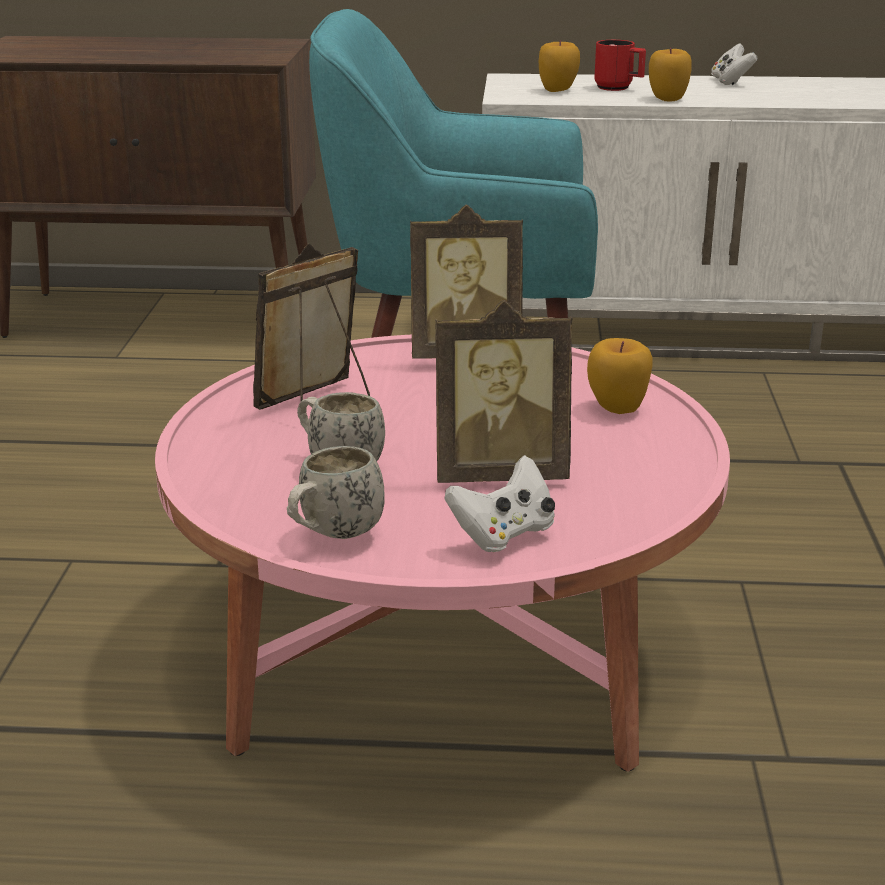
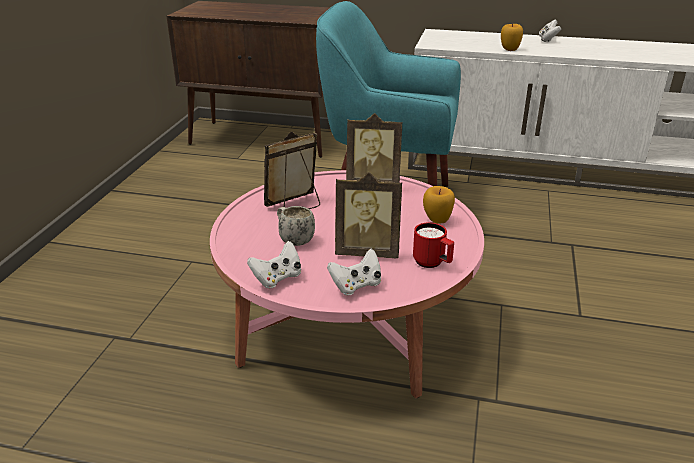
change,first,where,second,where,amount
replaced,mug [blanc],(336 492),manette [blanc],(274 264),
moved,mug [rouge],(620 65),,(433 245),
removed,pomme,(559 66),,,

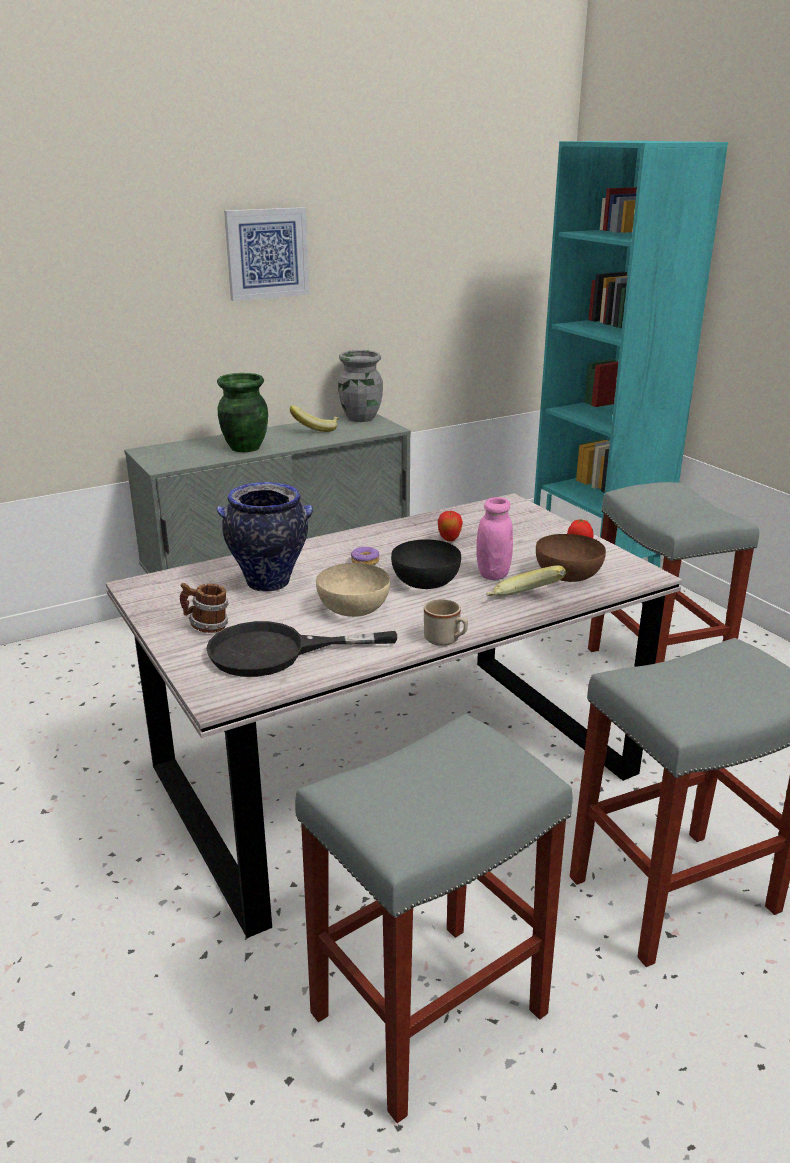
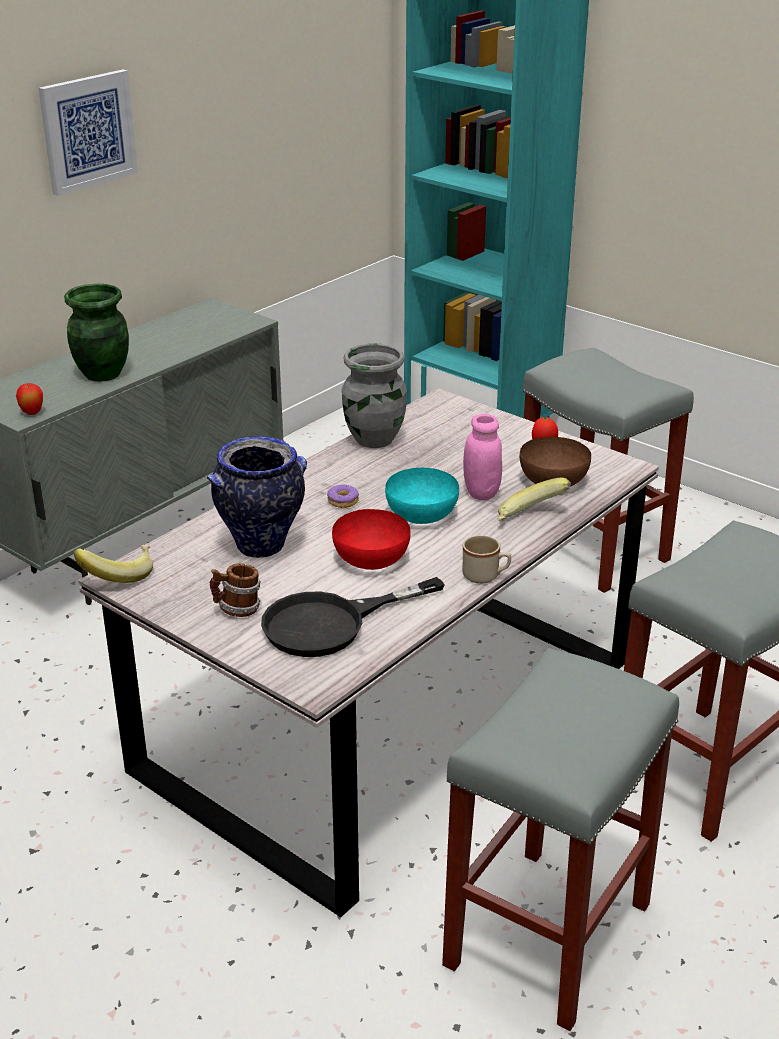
change,first,where,second,where,amount
moved,pomme,(450 525),,(29 399),
moved,banane,(314 418),,(113 564),
recoloured,bol [beige],(353 590),bol [rouge],(371 539),
moved,vase [gris],(360 386),,(374 395),
recoloured,bol [noir],(426 564),bol [turquoise],(422 496),

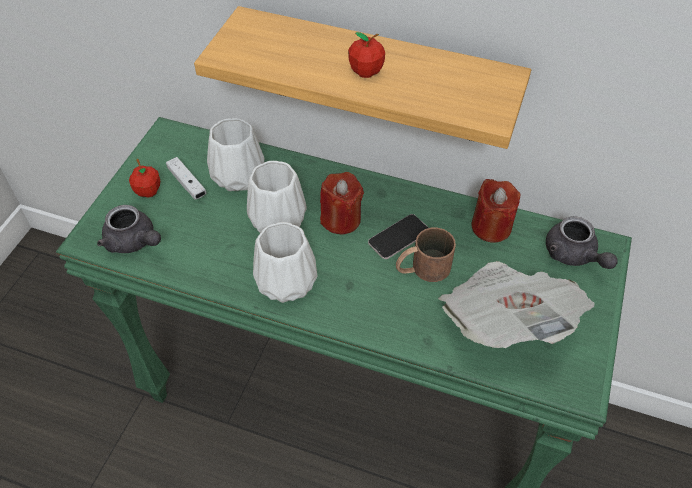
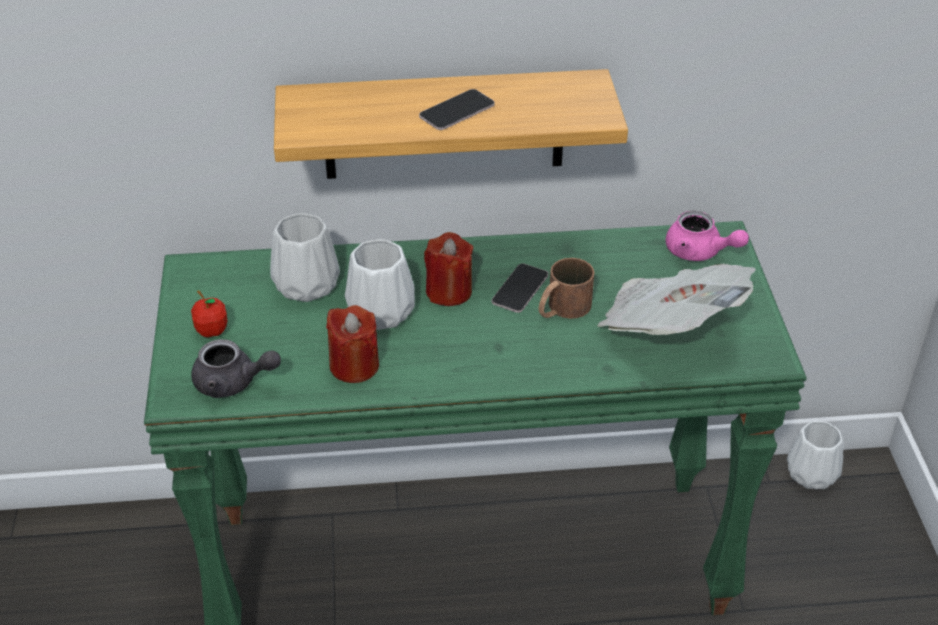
change,first,where,second,where,amount
moved,bougie [rouge],(495 211),,(352 344),
replaced,pomme,(366 55),téléphone,(457 109),
recoloured,théière [gris],(582 242),théière [rose],(707 236),
moved,vase [blanc],(285 262),,(815 455),
removed,manette [blanc],(186 178),,,

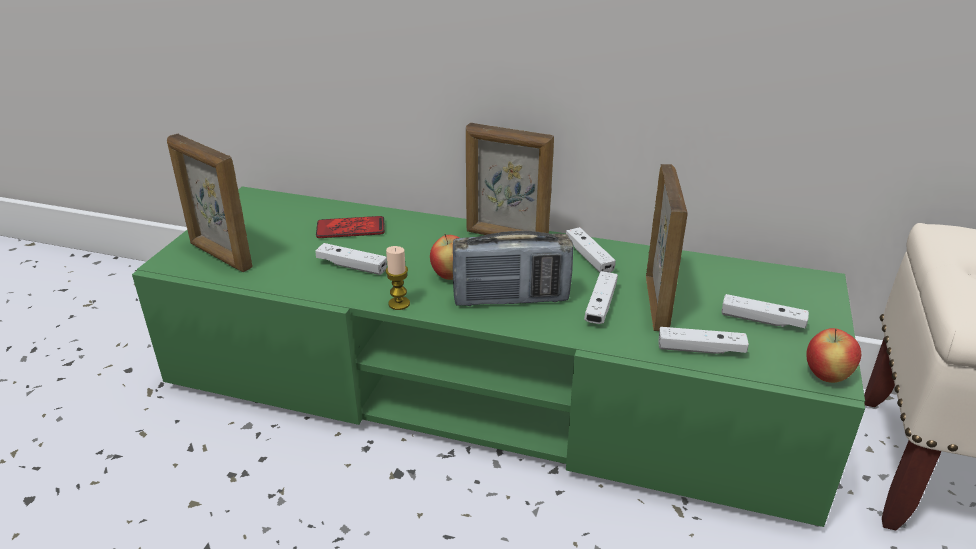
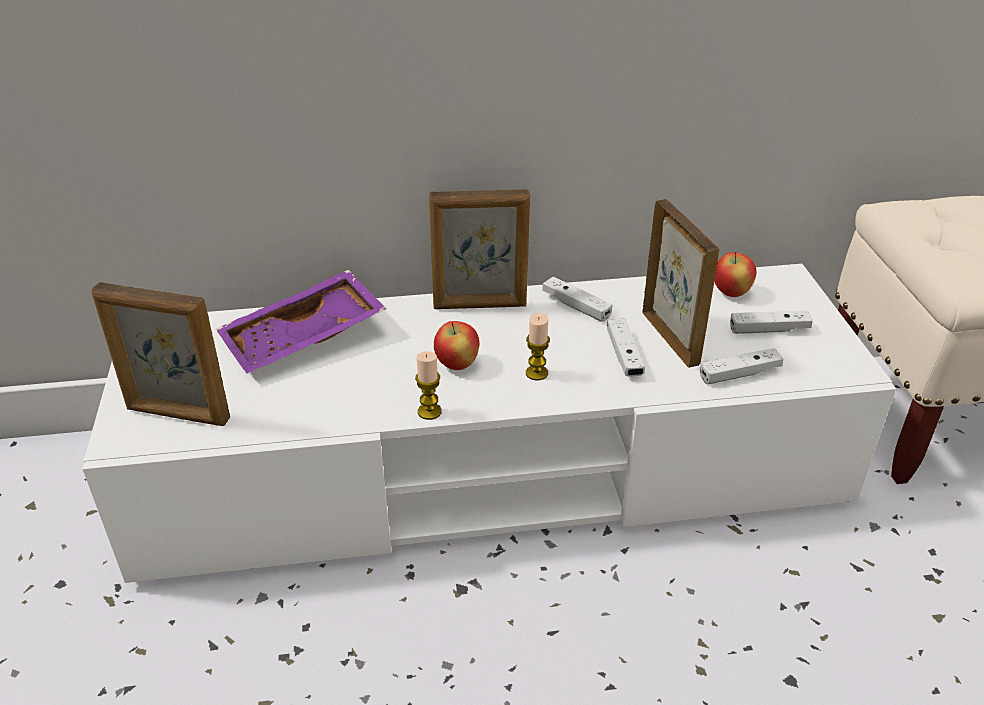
change,first,where,second,where,amount
recoloured,meuble télé [vert],(498 356),meuble télé [blanc],(489 423),
replaced,téléphone,(350 227),plateau [violet],(301 321),
replaced,radio,(513 268),bougie,(538 346),
moved,pomme,(833 355),,(735 274),
removed,manette [blanc],(351 259),,,

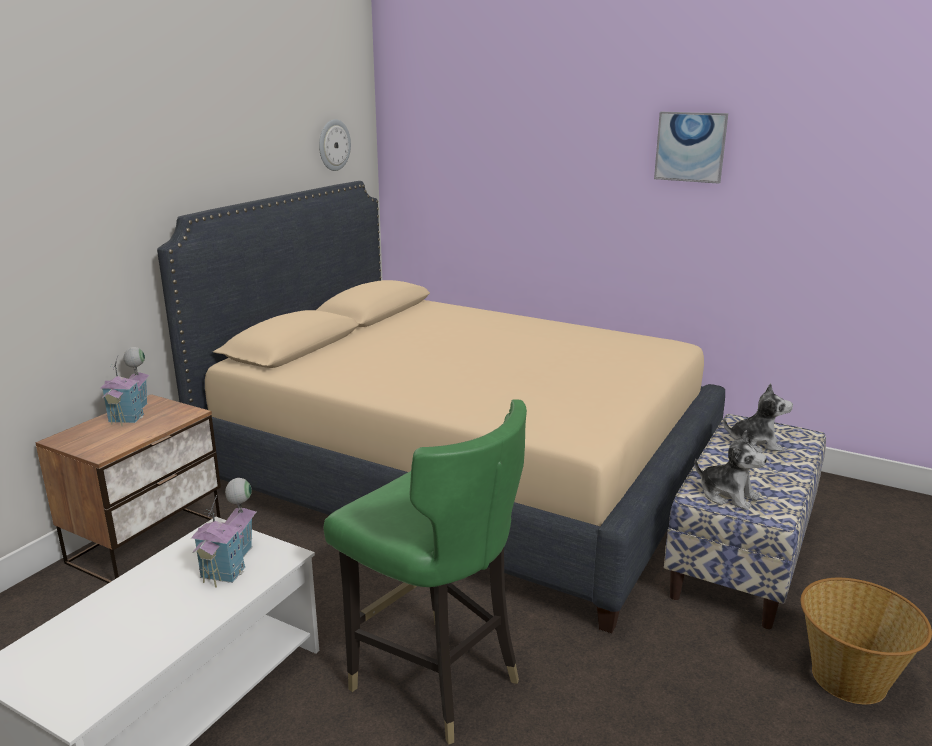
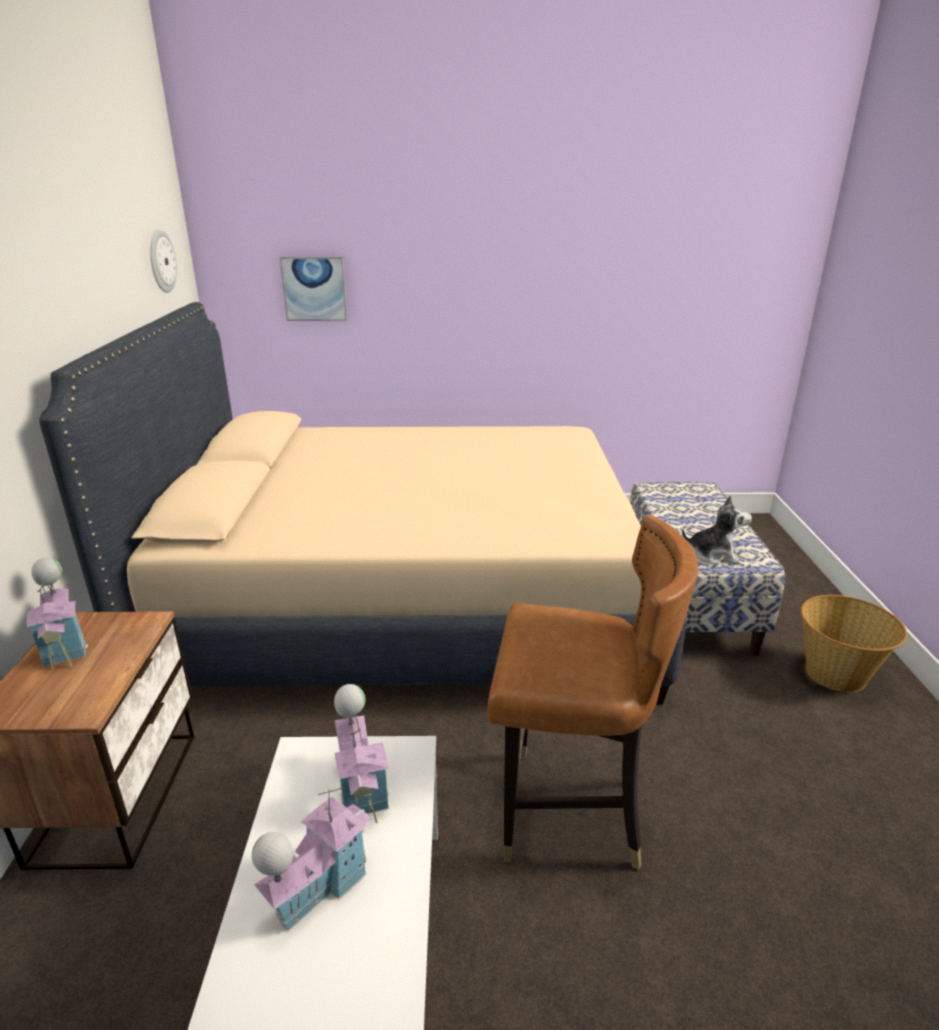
change,first,where,second,where,amount
added,,,maison miniature,(312 859),
moved,tableau,(691 148),,(314 289),
recoloured,chaise [vert],(425 572),chaise [marron],(592 692),
removed,peluche,(758 418),,,

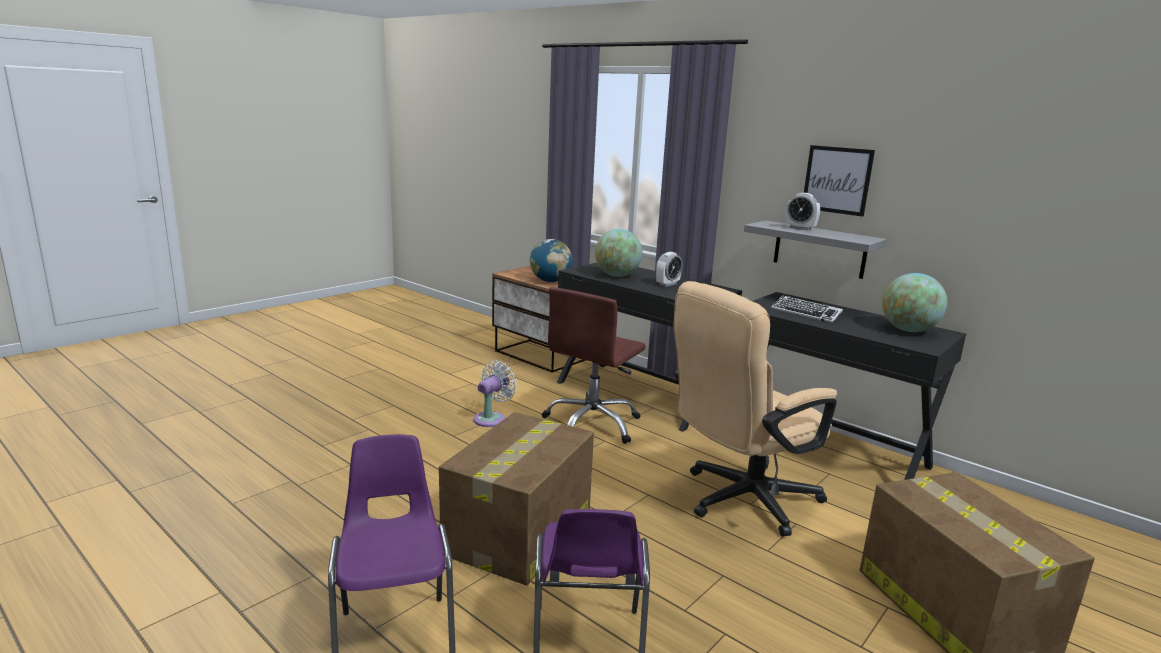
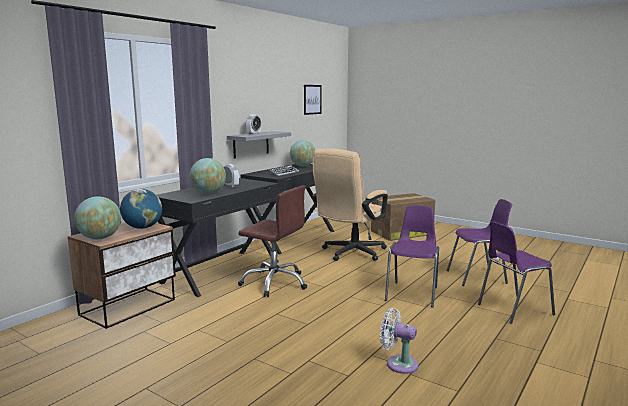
change,first,where,second,where,amount
added,,,globe,(97 217),
moved,tableau,(839 181),,(313 100),
turned,chaise de bureau [beige],(755 409),,(350 204),75 degrees clockwise
moved,ventilateur [blanc],(495 394),,(399 341),
replaced,carton,(516 498),chaise [violet],(412 256),

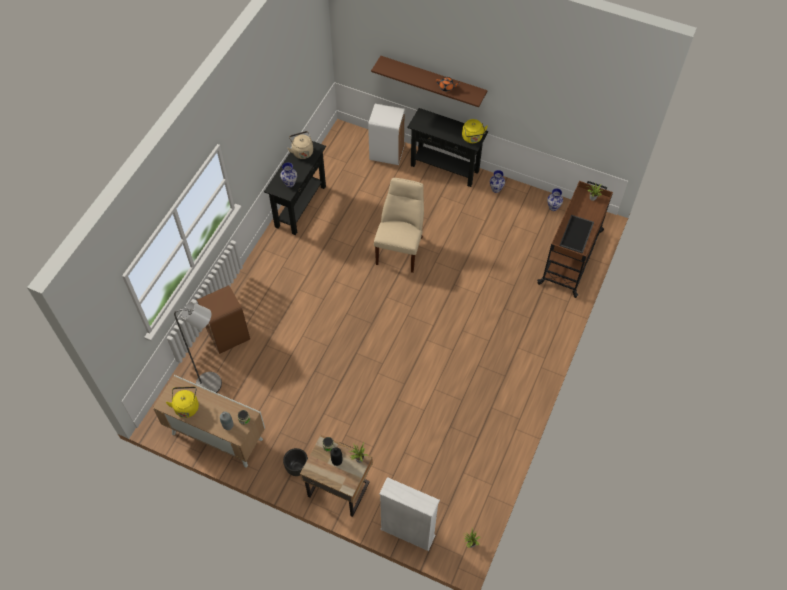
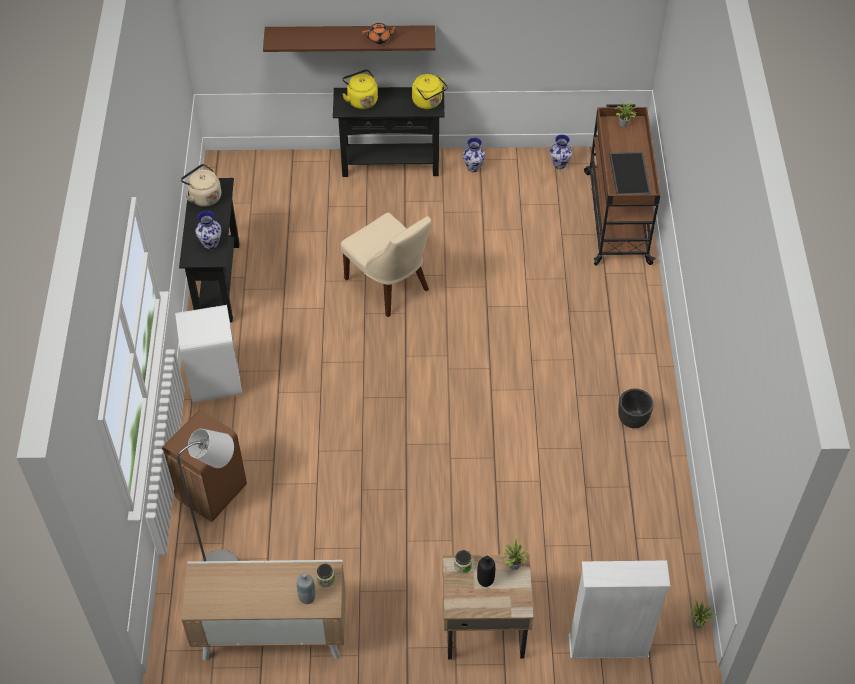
change,first,where,second,where,amount
moved,poubelle [blanc],(386 134),,(208 354),
turned,chaise [beige],(399 225),,(386 264),150 degrees clockwise
moved,bouilloire [jaune],(182 402),,(360 89),
moved,cache-pot [noir],(295 462),,(636 408),

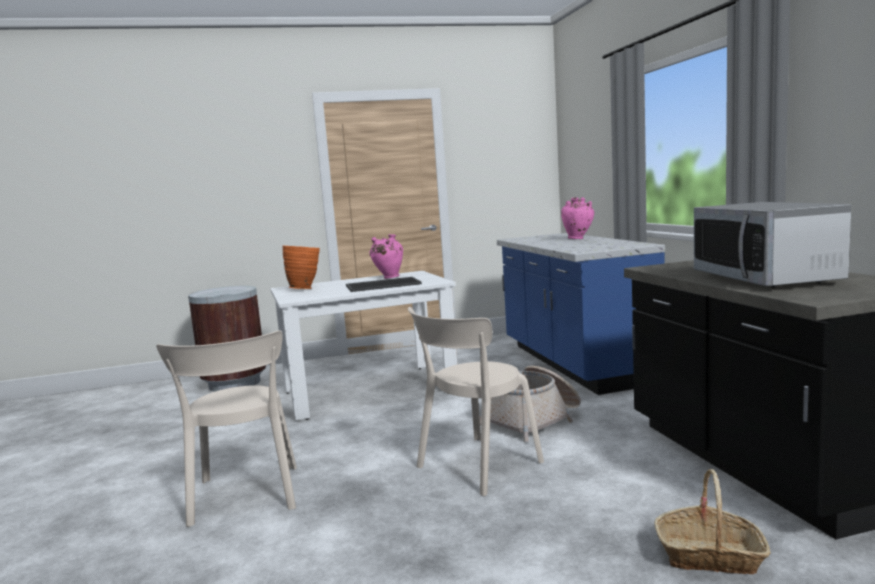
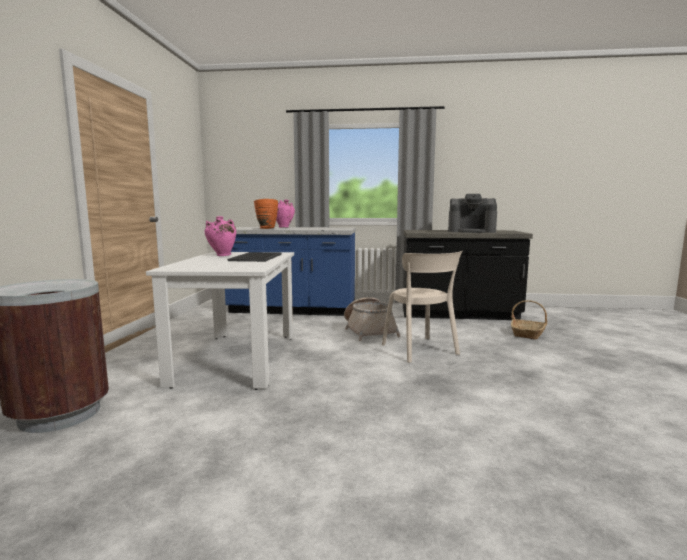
change,first,where,second,where,amount
moved,vase [orange],(301 267),,(266 214),
replaced,micro-ondes,(772 245),machine à café,(472 213),
removed,chaise [beige],(226 429),,,

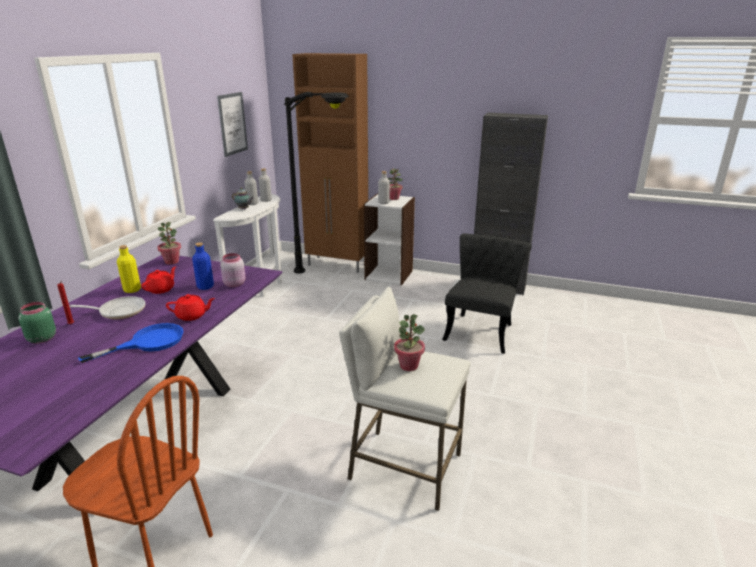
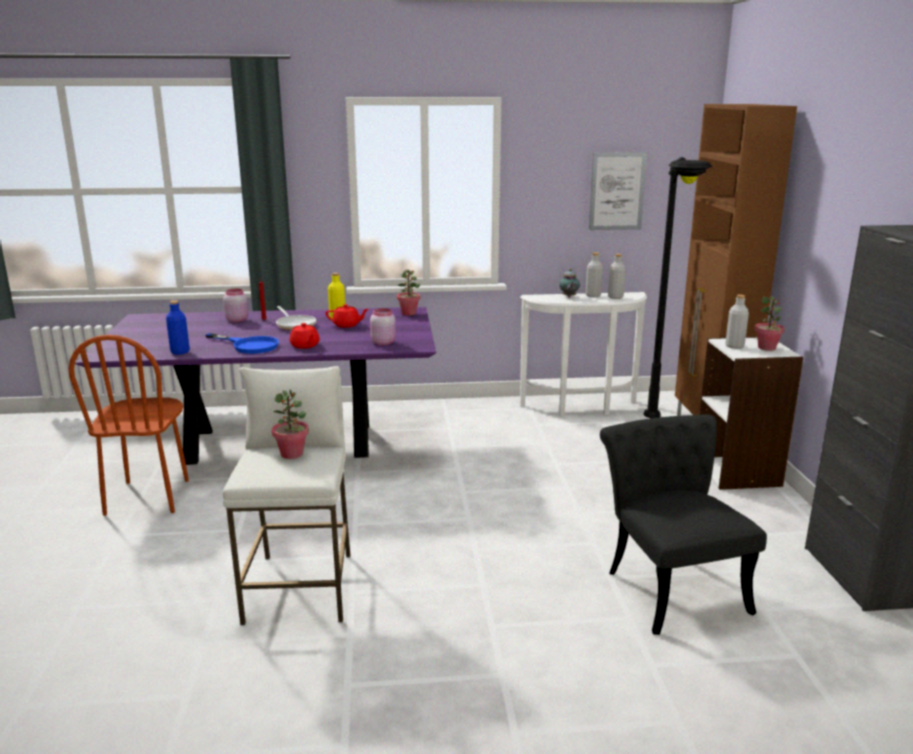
change,first,where,second,where,amount
moved,bouteille [bleu],(203 266),,(178 327),
recoloured,bocal [vert],(37 323),bocal [rose],(235 305),
turned,chaise [noir],(487 294),,(683 525),105 degrees counterclockwise

